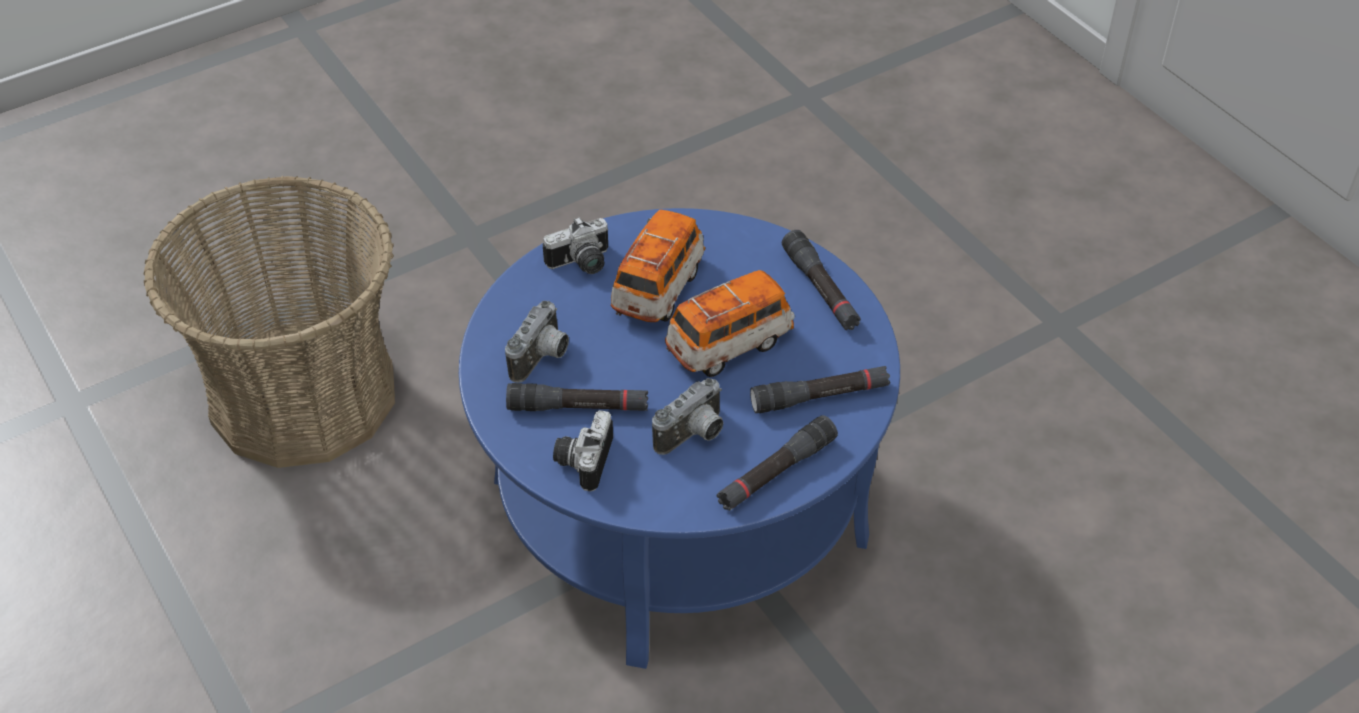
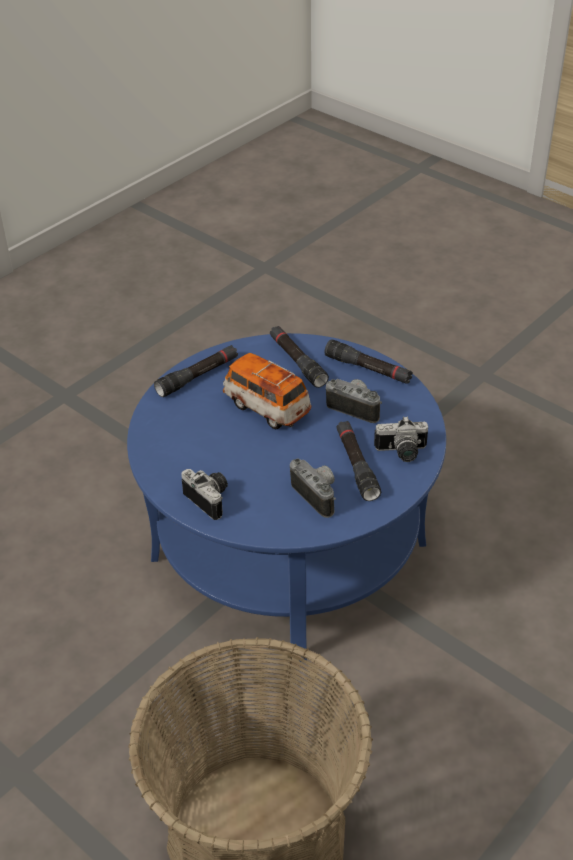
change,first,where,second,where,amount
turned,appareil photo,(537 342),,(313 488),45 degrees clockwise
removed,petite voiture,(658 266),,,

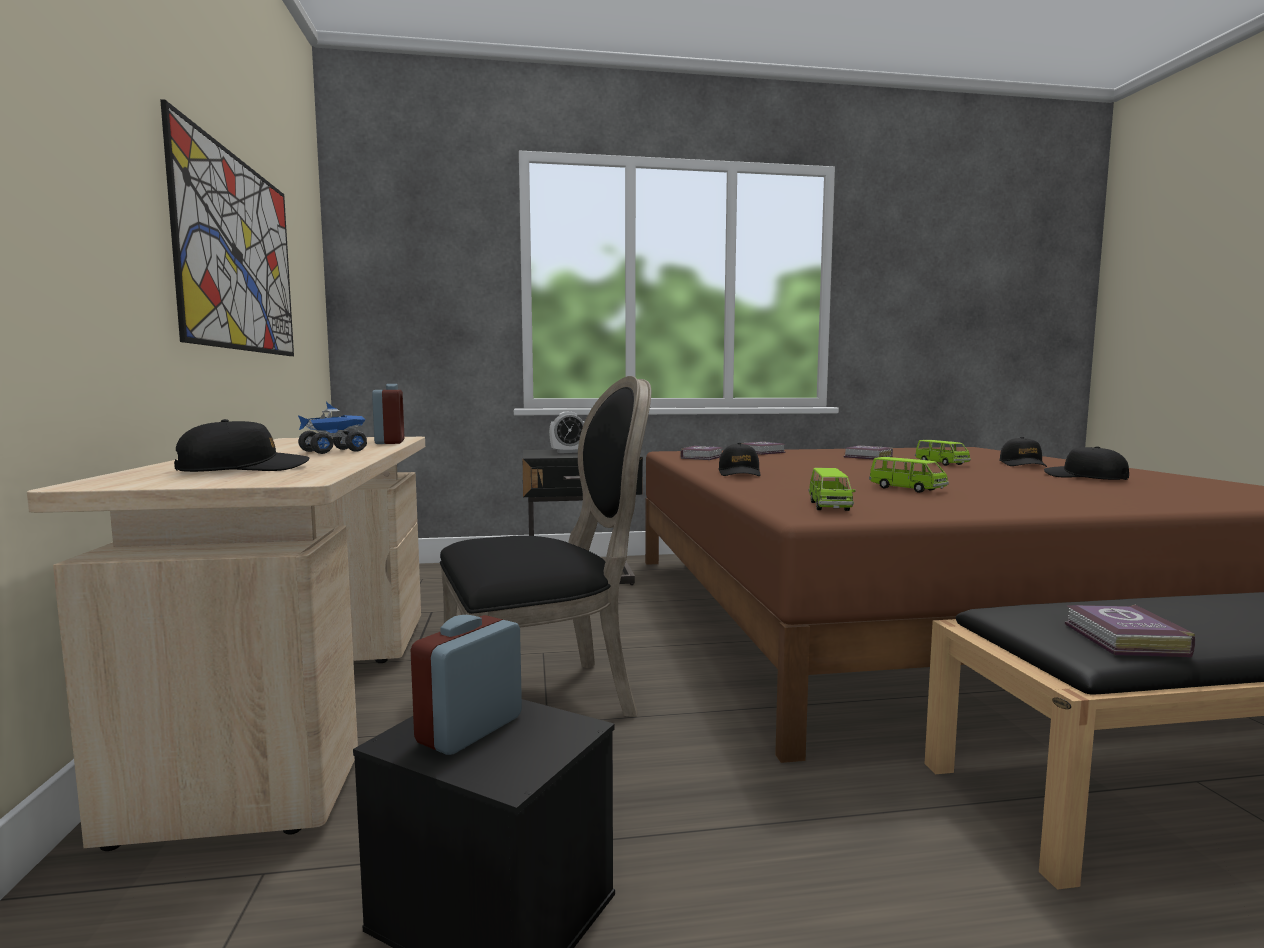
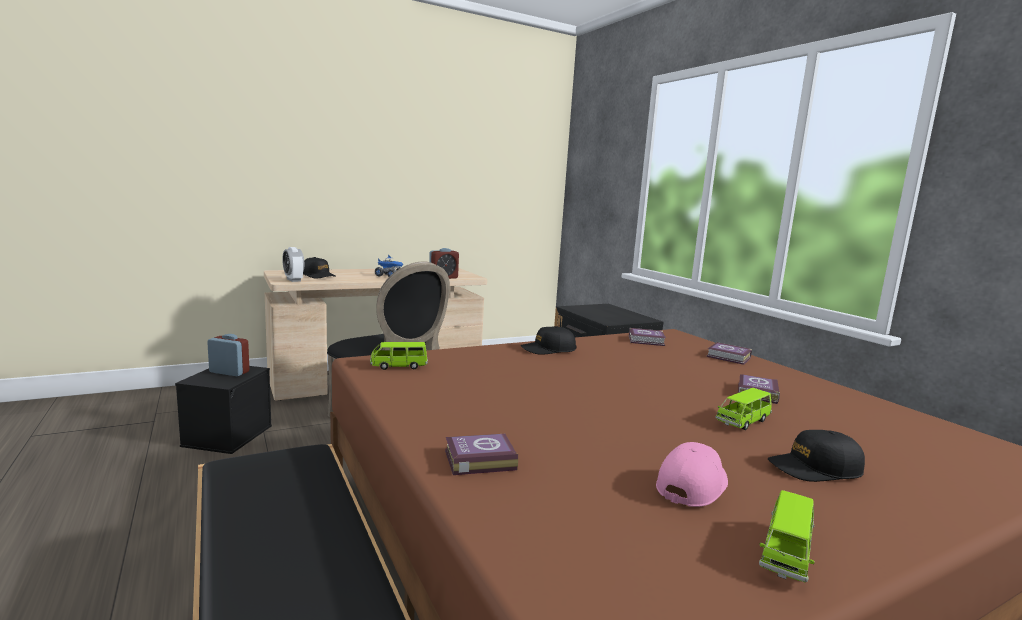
change,first,where,second,where,amount
moved,réveil,(567 432),,(293 264),
moved,livre,(1130 631),,(481 454),
recoloured,casquette [noir],(1086 463),casquette [rose],(692 474),
moved,petite voiture [vert],(909 475),,(787 536),
removed,tableau,(227 227),,,

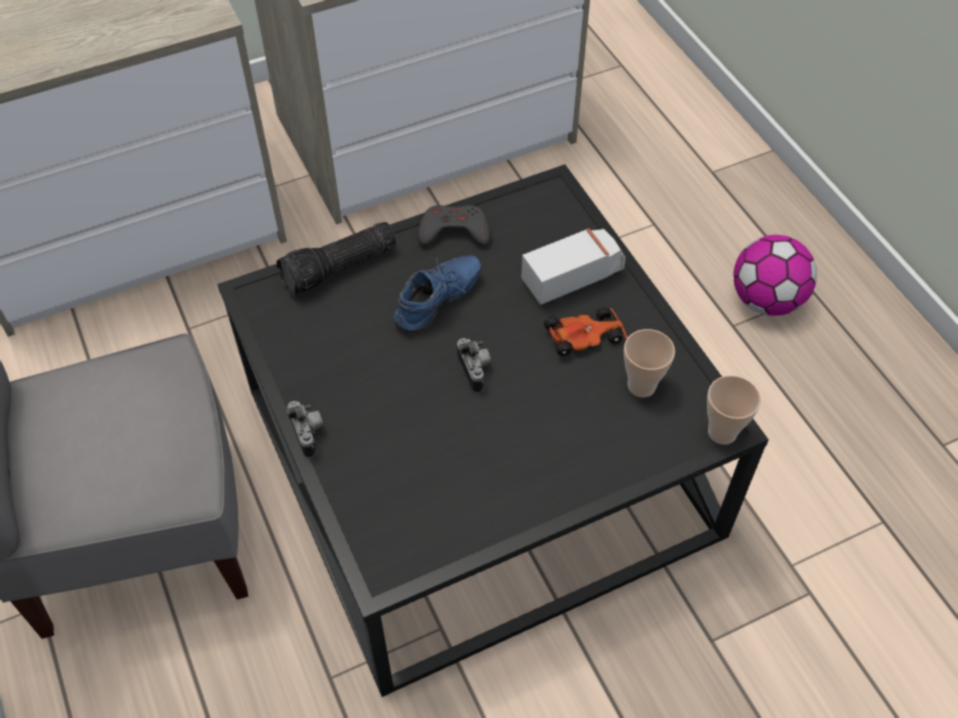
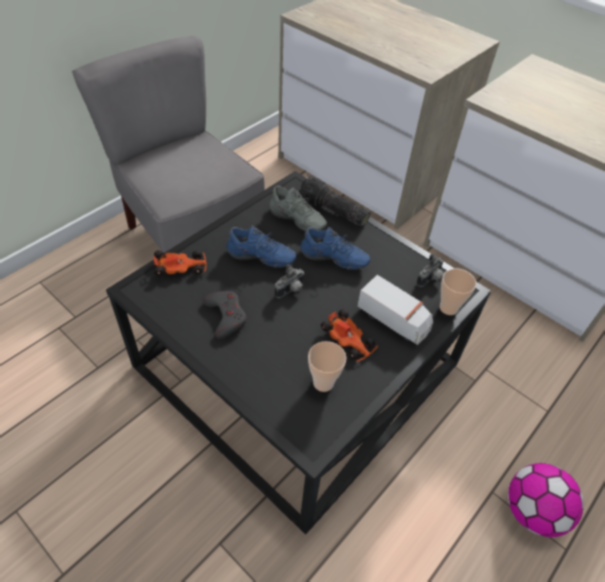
change,first,where,second,where,amount
added,,,petite voiture,(180 263),
moved,manette [gris],(454 225),,(225 315),
added,,,chaussure [bleu],(261 247),
added,,,chaussure [gris],(298 208),
moved,appareil photo,(304 429),,(430 270),
moved,tasse,(734 410),,(458 291),

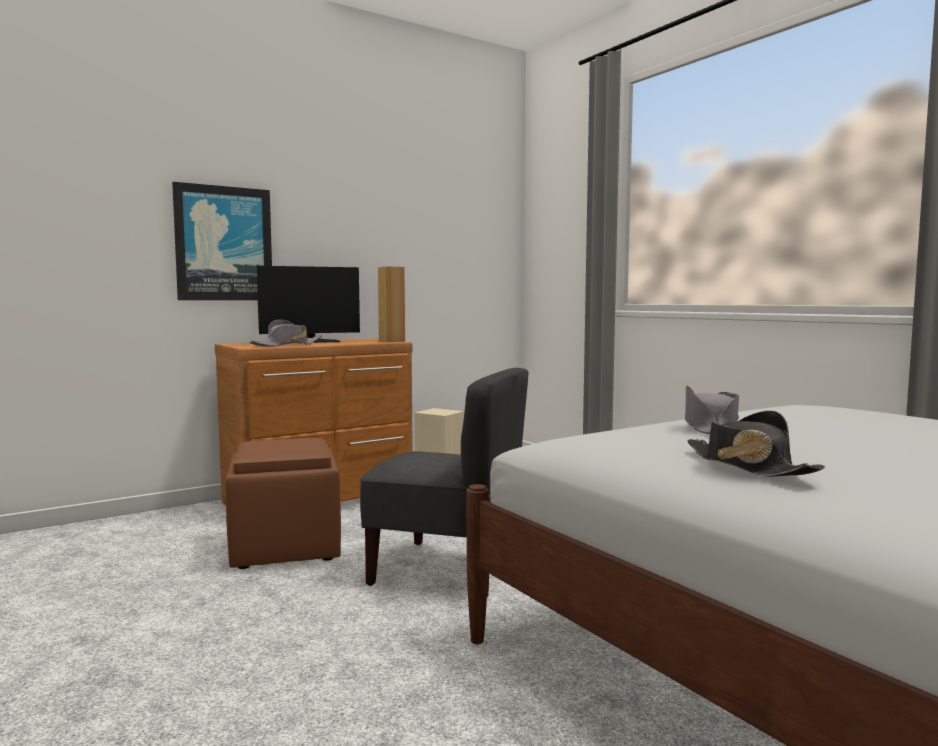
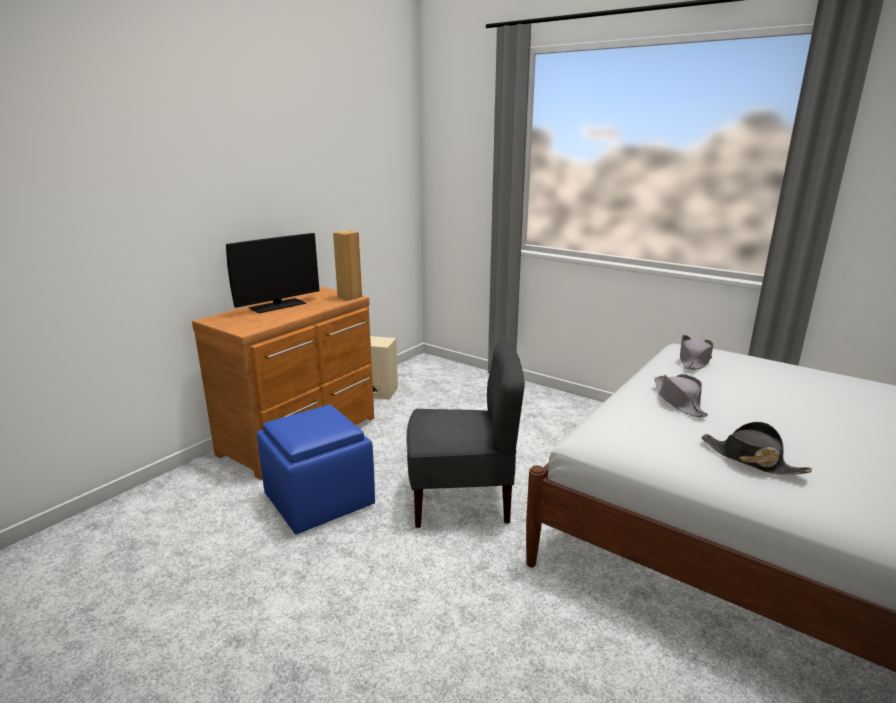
change,first,where,second,where,amount
recoloured,pouf [marron],(283 503),pouf [bleu],(316 469),
moved,chapeau [gris],(286 333),,(697 352),
removed,tableau,(222 241),,,

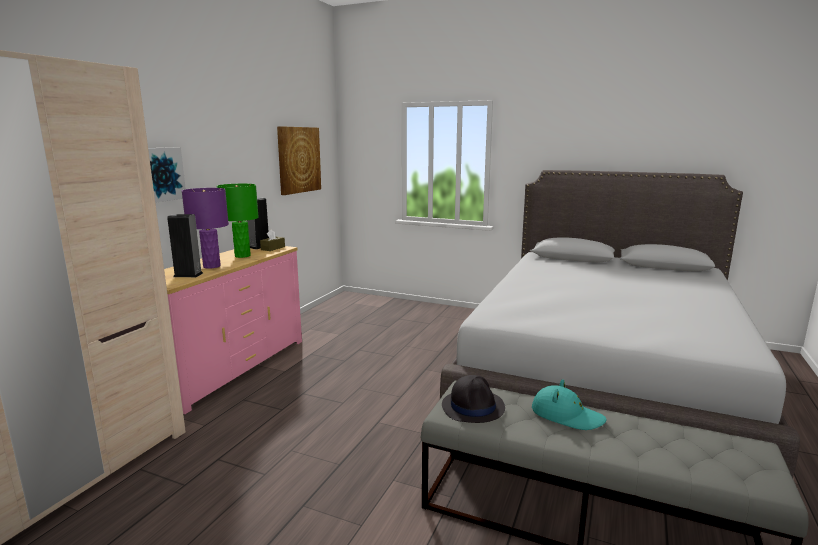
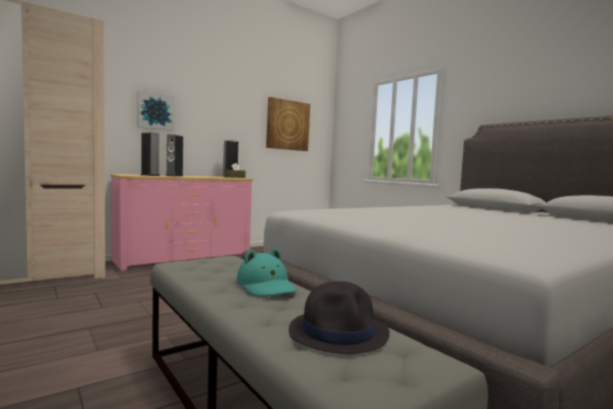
change,first,where,second,where,amount
replaced,lampe de table [violet],(205 228),enceinte,(174 155),
moved,chapeau [noir],(473 399),,(339 317),
removed,lampe de table [vert],(238 221),,,

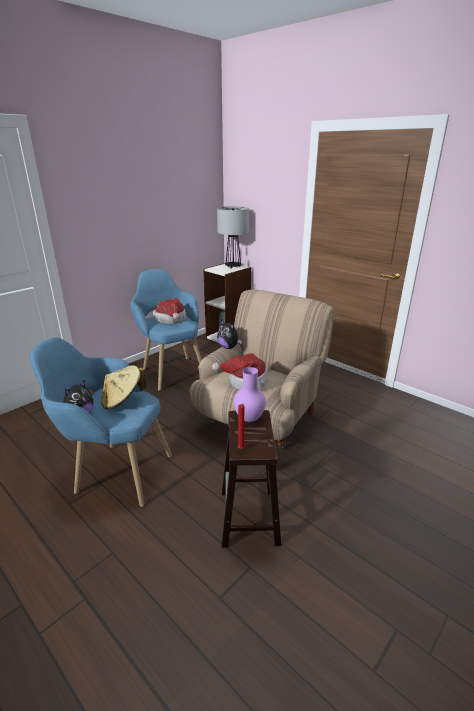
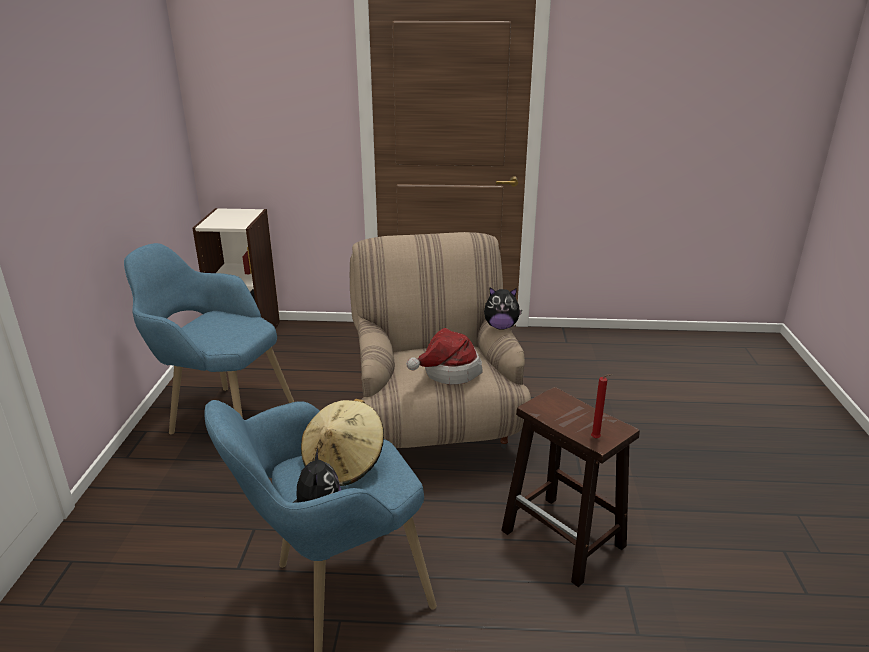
change,first,where,second,where,amount
moved,peluche,(229 334),,(503 308),
removed,chapeau,(169 311),,,
removed,lampe de table,(233 237),,,
removed,vase [violet],(250 394),,,

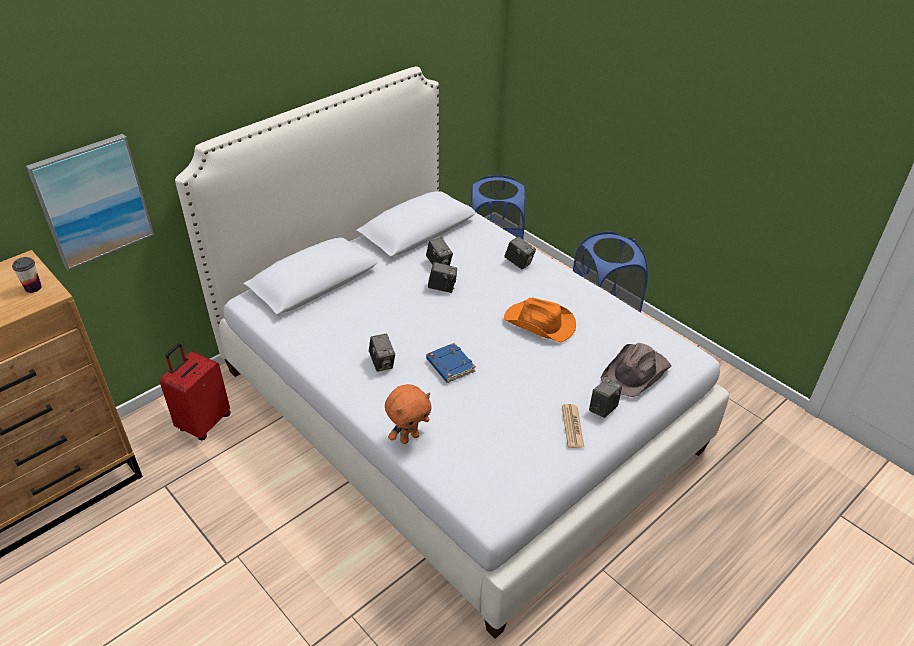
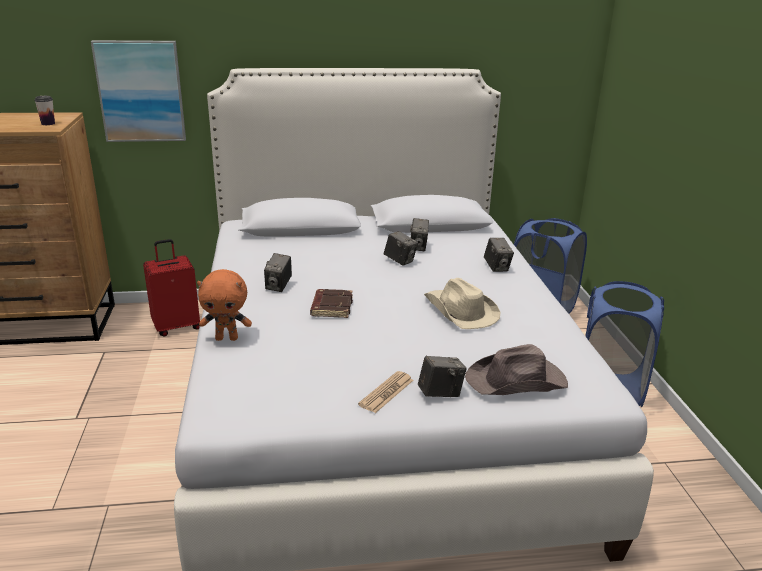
change,first,where,second,where,amount
recoloured,livre [bleu],(451 363),livre [marron],(331 303),
recoloured,chapeau [orange],(540 320),chapeau [beige],(462 303),

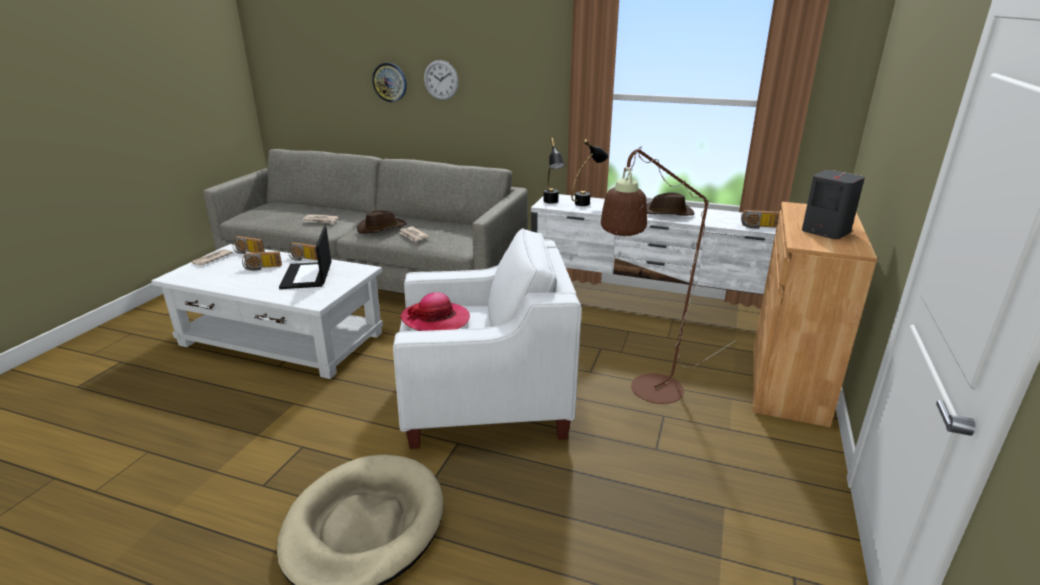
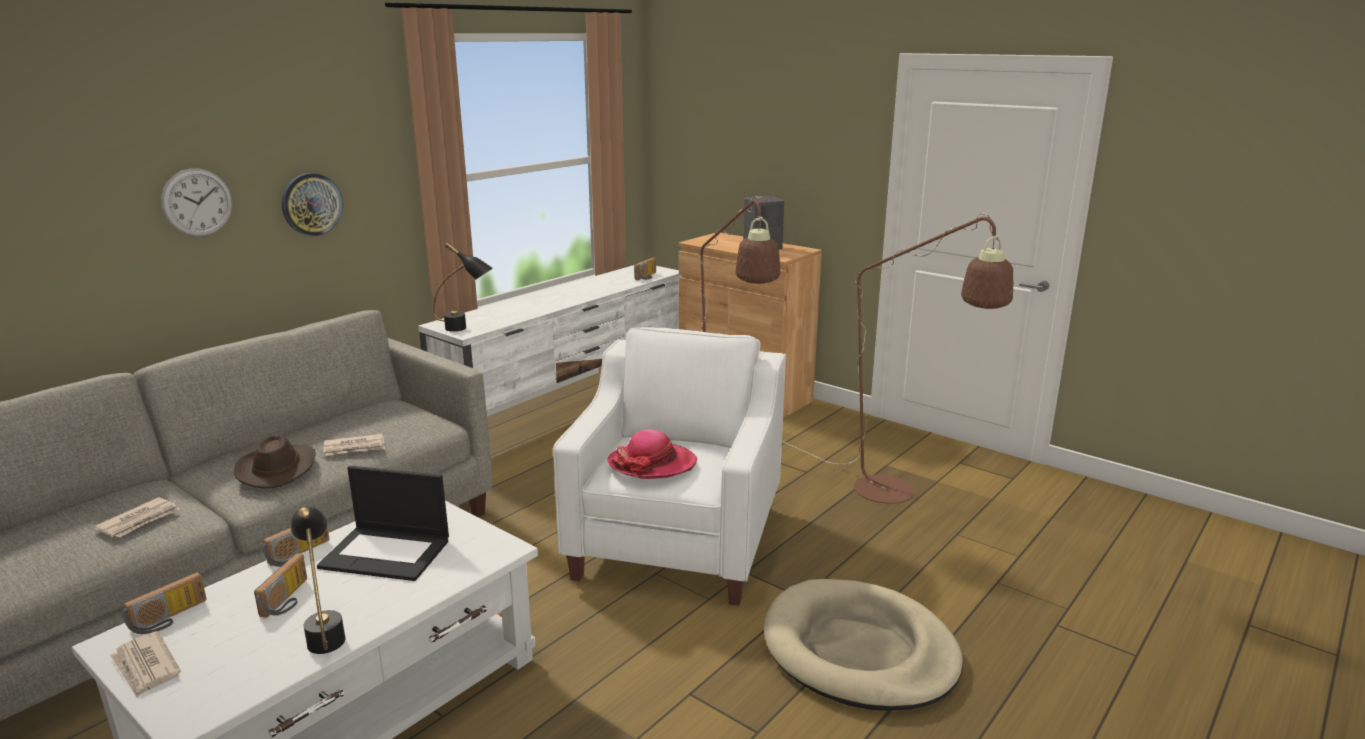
change,first,where,second,where,amount
moved,horloge murale,(389 82),,(312 204),
moved,lampe de table [noir],(590 172),,(318 580),
added,,,lampadaire [marron],(898 358),
removed,chapeau [marron],(671 204),,,

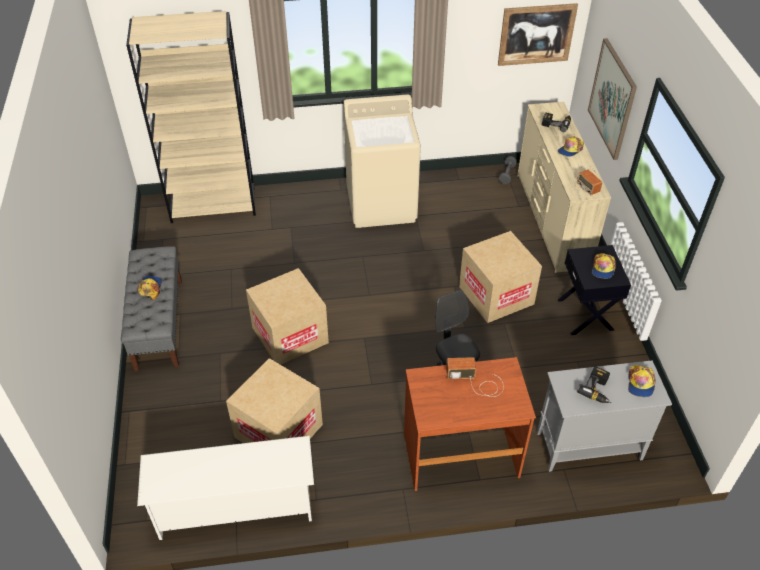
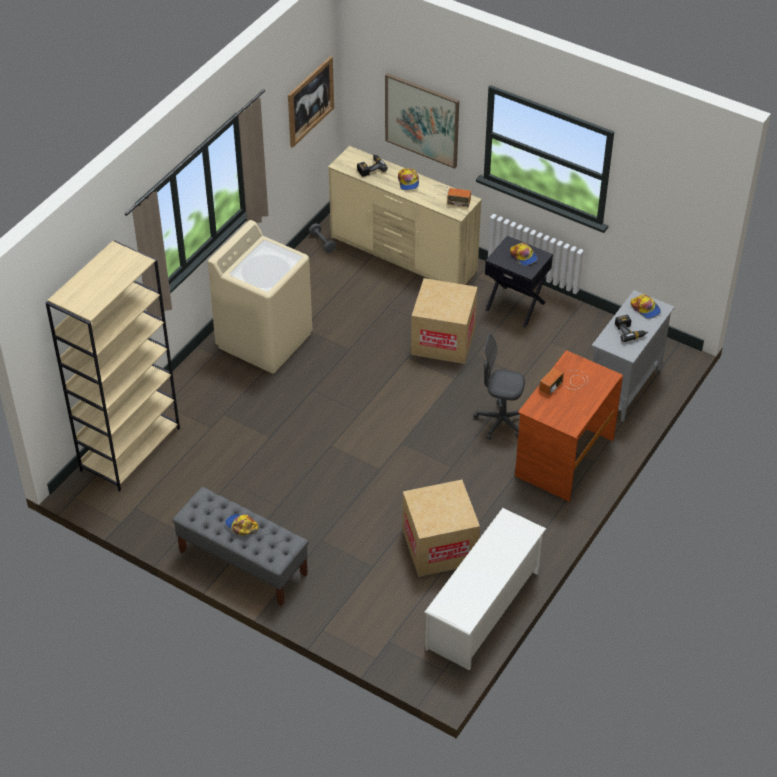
change,first,where,second,where,amount
removed,carton,(287 316),,,

